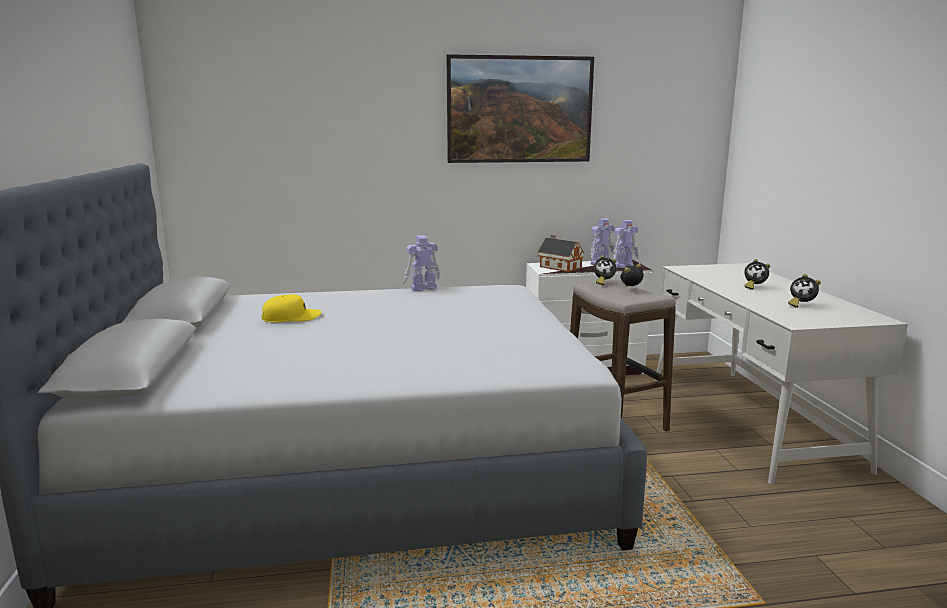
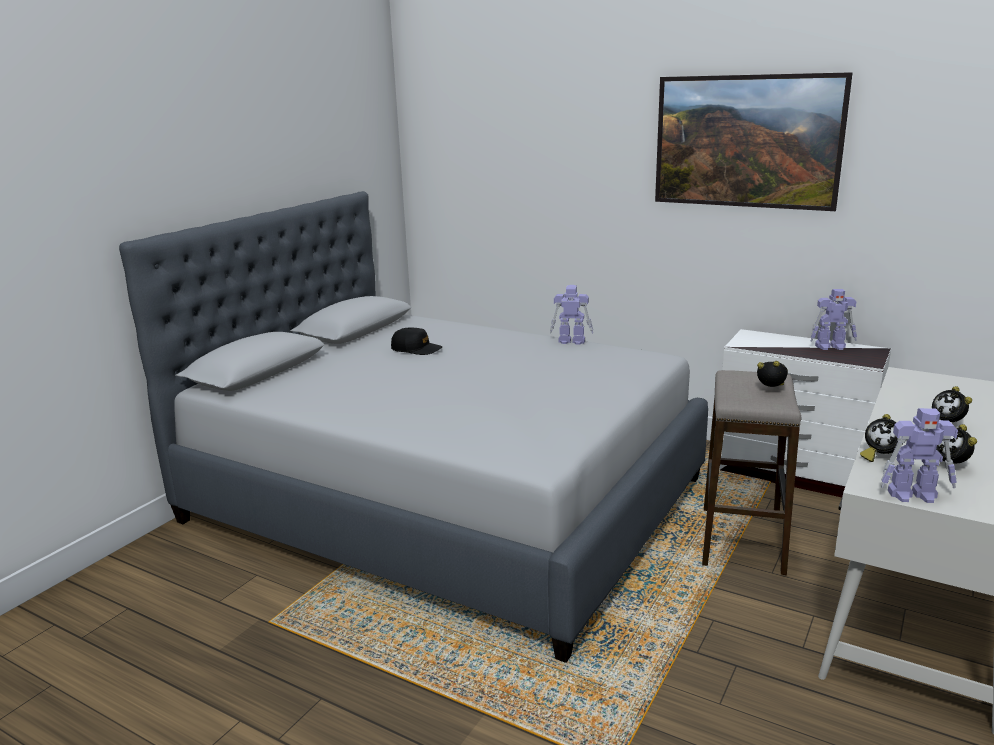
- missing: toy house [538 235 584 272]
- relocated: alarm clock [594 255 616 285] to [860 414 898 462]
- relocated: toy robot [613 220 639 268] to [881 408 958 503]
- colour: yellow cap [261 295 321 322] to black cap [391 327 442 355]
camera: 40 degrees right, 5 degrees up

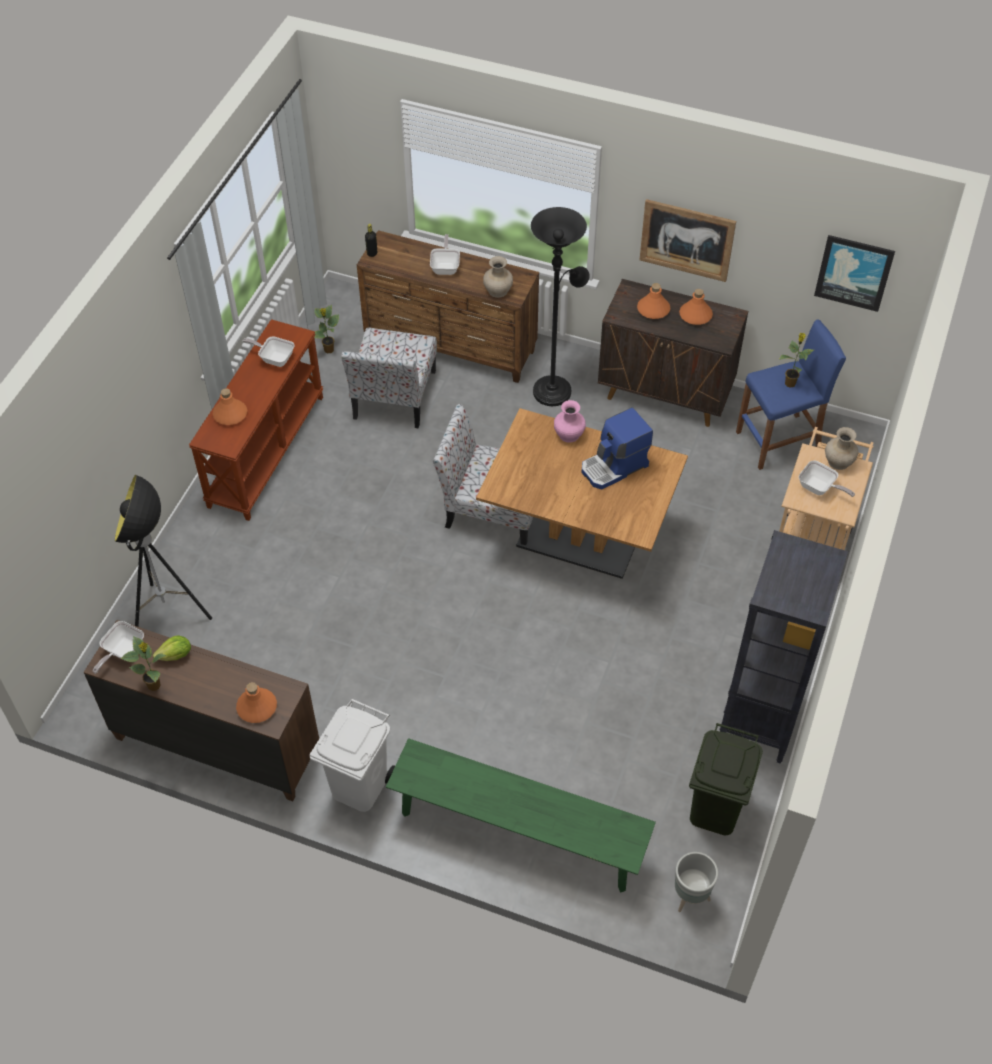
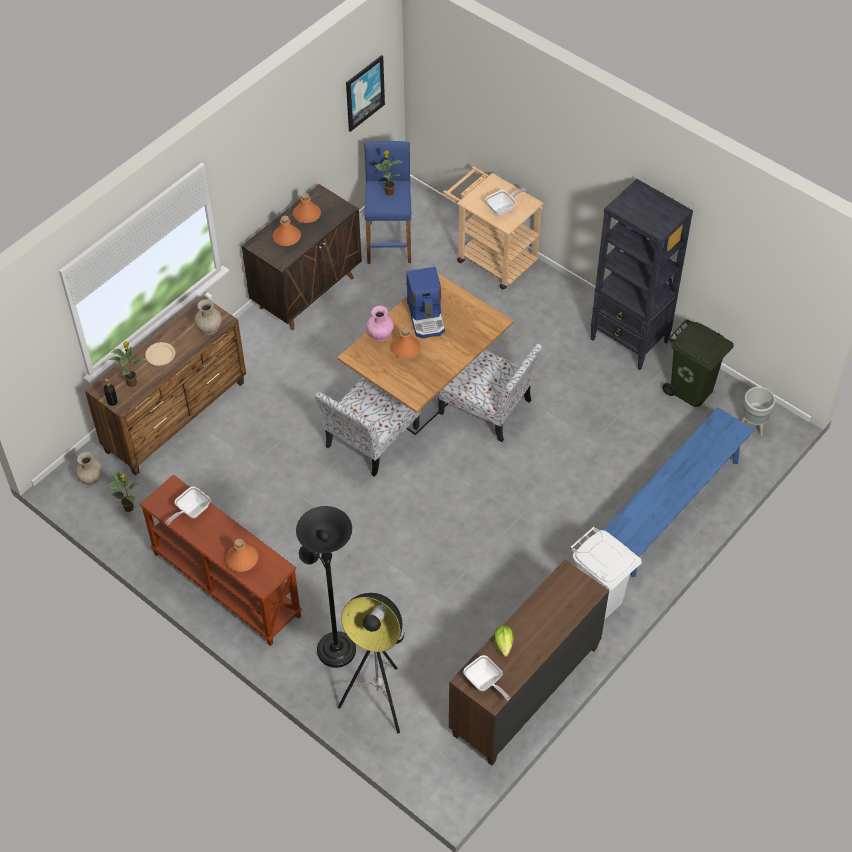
- missing: picture [640 199 736 282]
- relocated: potted plant [121 636 166 691] to [109 341 147 387]
- relocated: orange bottle [236 682 277 723] to [391 328 421 359]
- relocated: chair [341 328 437 428] to [437 343 542 442]
- relocated: black floor lamp [531 207 590 406] to [296 506 356 668]
- relocated: beige vase [825 427 859 470] to [75 452 103 485]
- exchanged: frying pan [430 234 460 275] to beige plate [145 342 175 366]
- colour: green bench [386 738 656 892] to blue bench [603 408 754 577]
camera: 70 degrees left, 0 degrees up

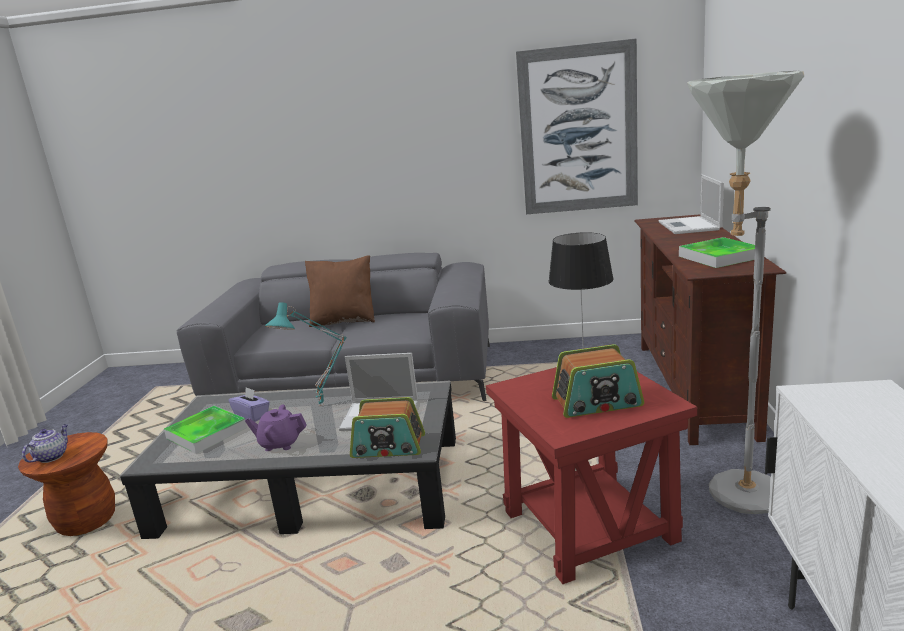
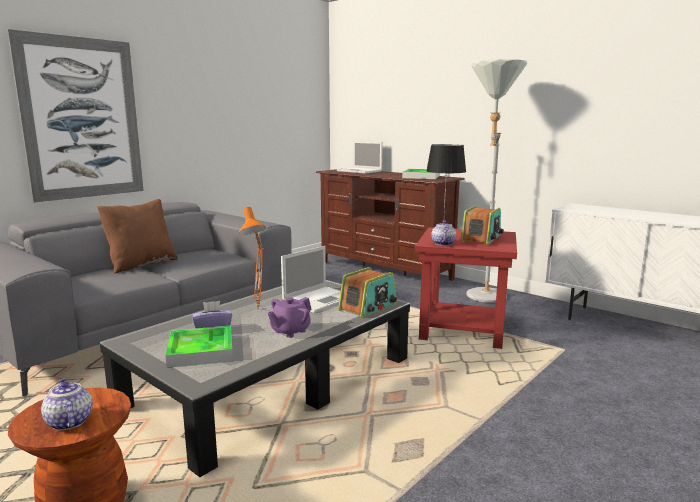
- appeared: teapot [431 221 456 246]
- relocated: picture [516 38 638 214] to [7 29 144 202]
- colour: turquoise table lamp [265 302 347 406] to orange table lamp [239 207 266 307]
camera: 55 degrees left, 5 degrees down

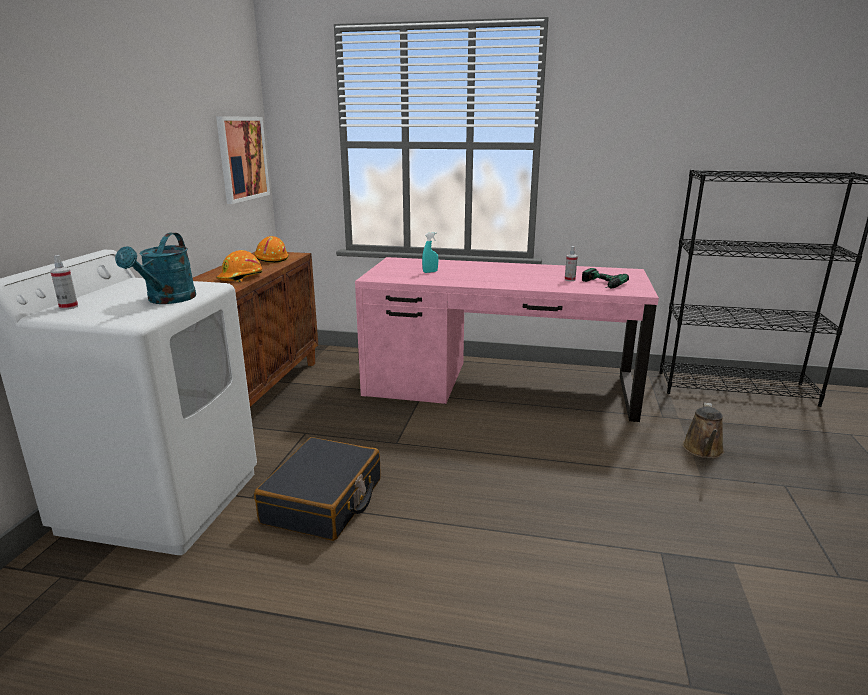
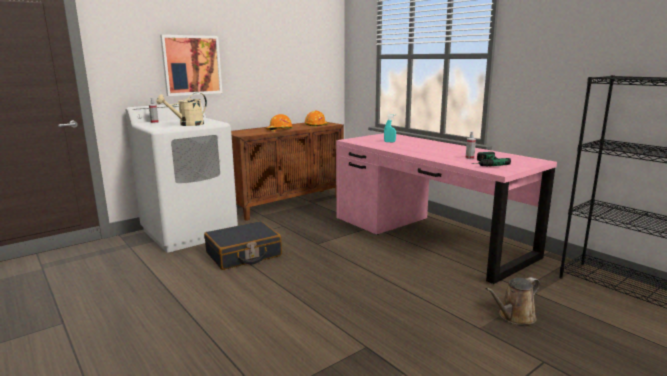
- relocated: picture [216 116 270 204] to [160 35 222 96]
- colour: turquoise watering can [115 233 196 304] to beige watering can [156 93 207 126]
camera: 40 degrees right, 5 degrees down

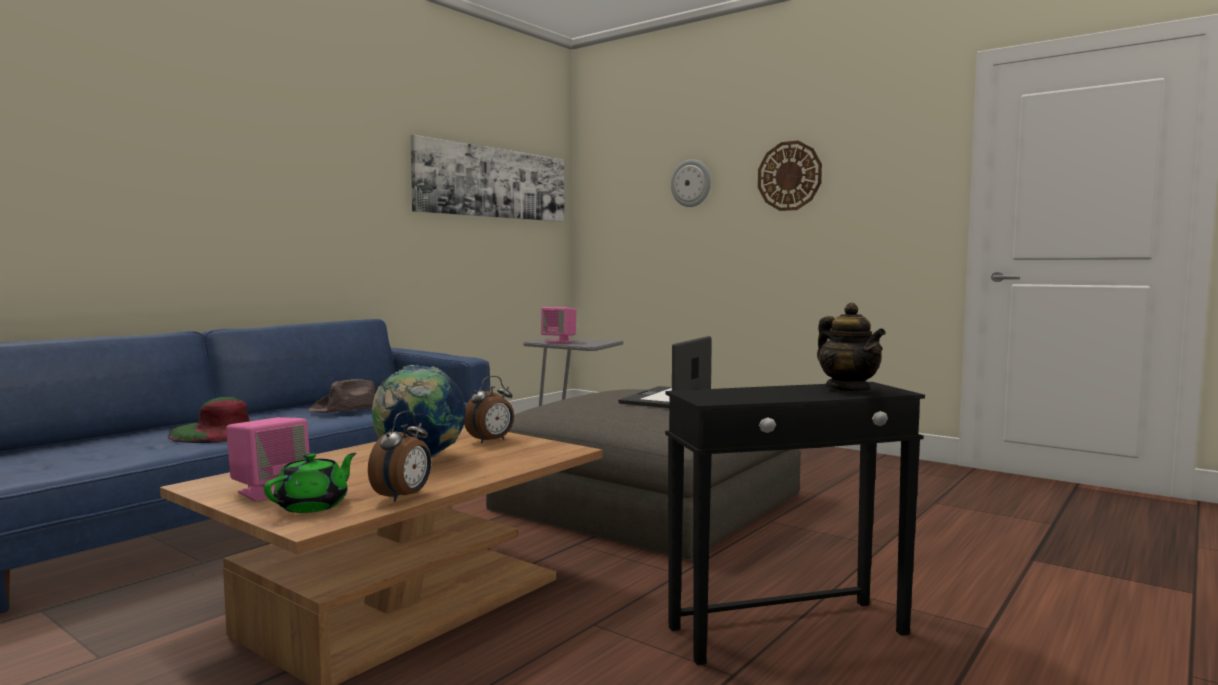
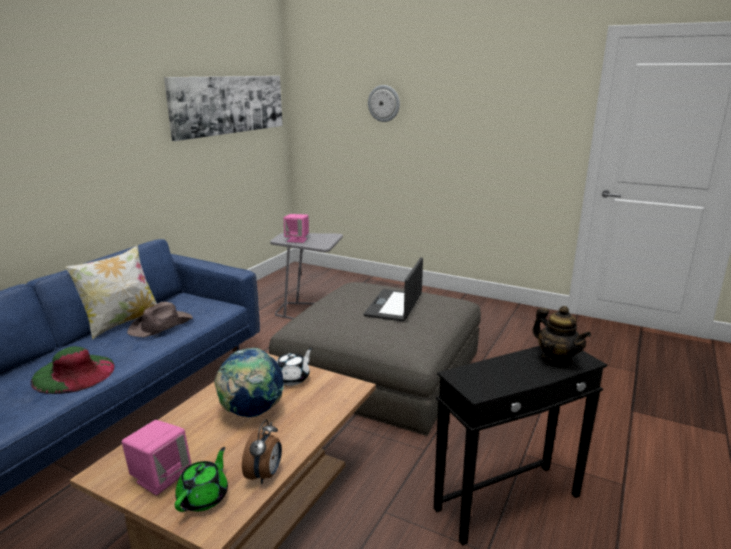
- missing: wall clock [758 141 822 211]
- appeared: pillow [65 245 157 340]
- exchanged: alarm clock [464 376 514 443] to white teapot [277 348 312 386]
camera: 10 degrees left, 15 degrees up

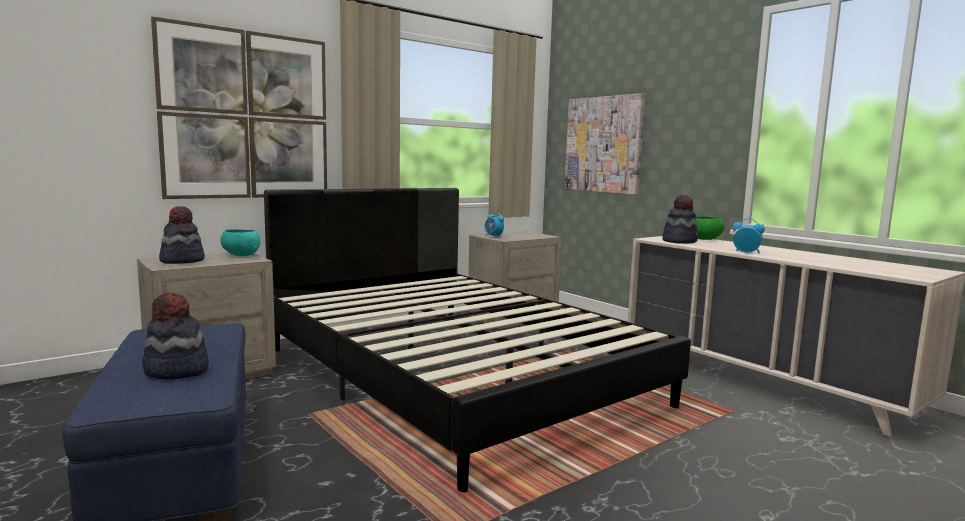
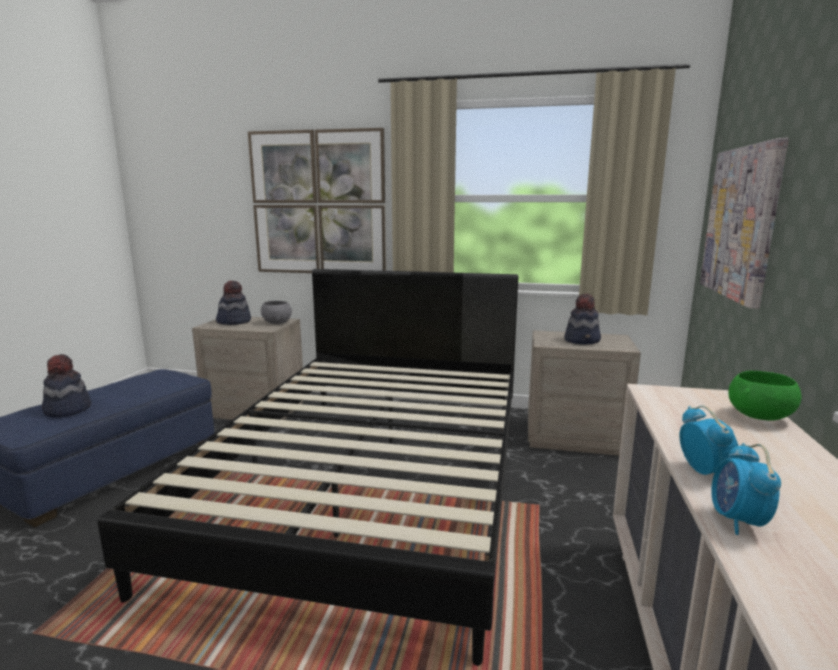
- relocated: alarm clock [484 211 504 238] to [711 443 781 535]
- relocated: hat [662 195 698 243] to [564 294 601 344]
- colour: turquoise bowl [220 229 260 256] to grey bowl [261 301 292 324]
camera: 50 degrees right, 5 degrees up

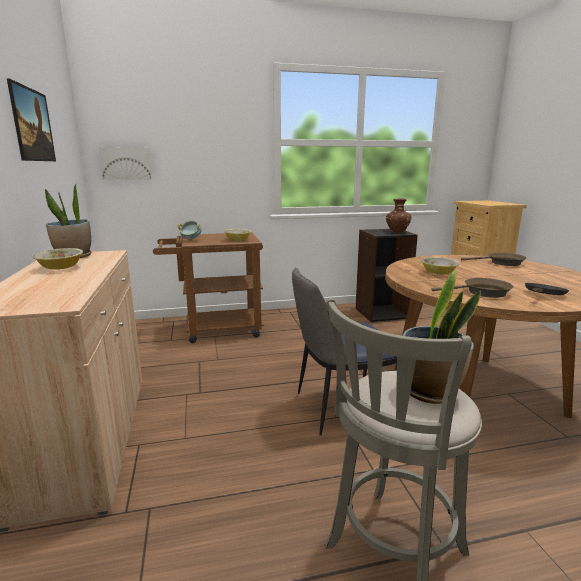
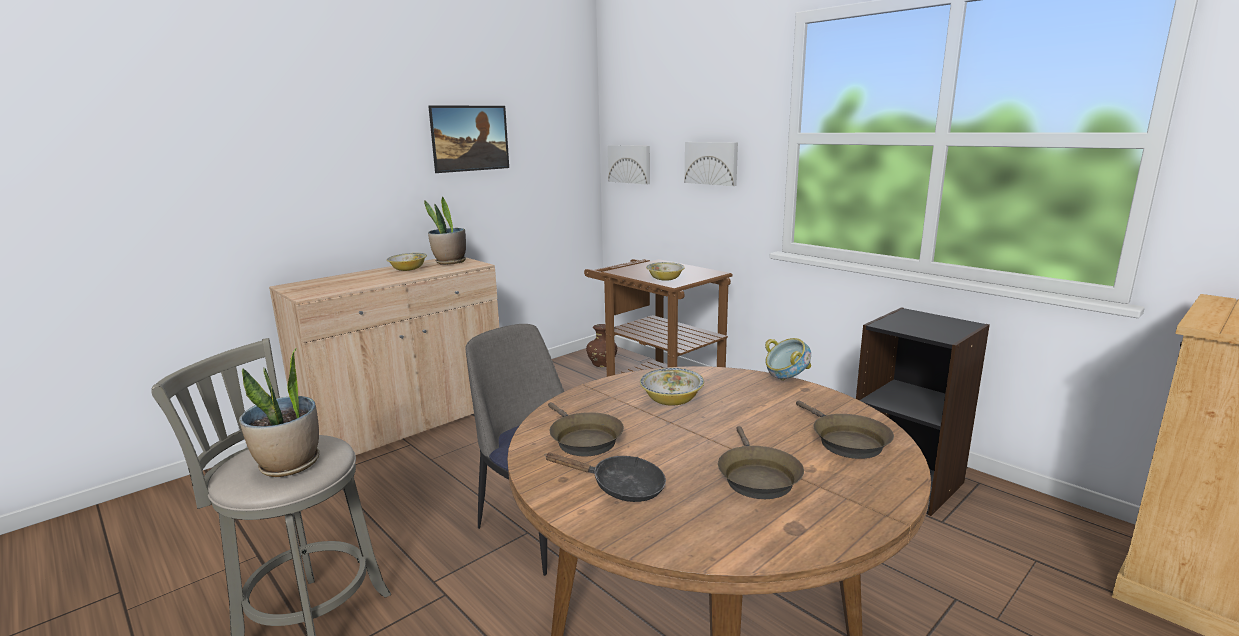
- appeared: picture [685 142 738 186]
- appeared: brown frying pan [718 426 804 499]
- relocated: bowl [178 221 202 241] to [765 338 811 381]
- relocated: brown vase [386 198 411 232] to [586 324 617 367]
camera: 60 degrees right, 0 degrees up

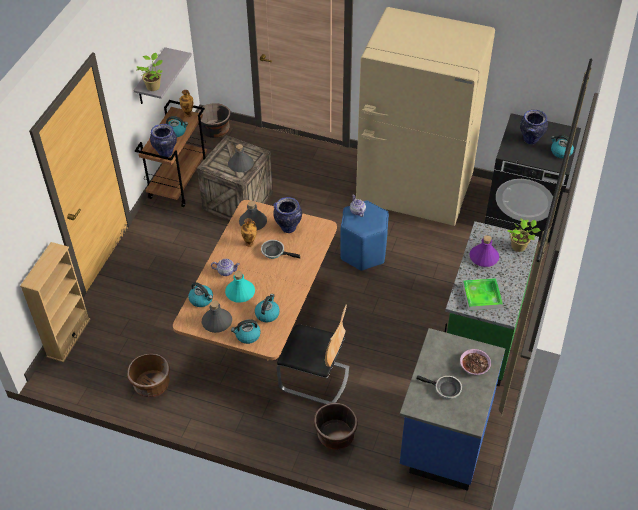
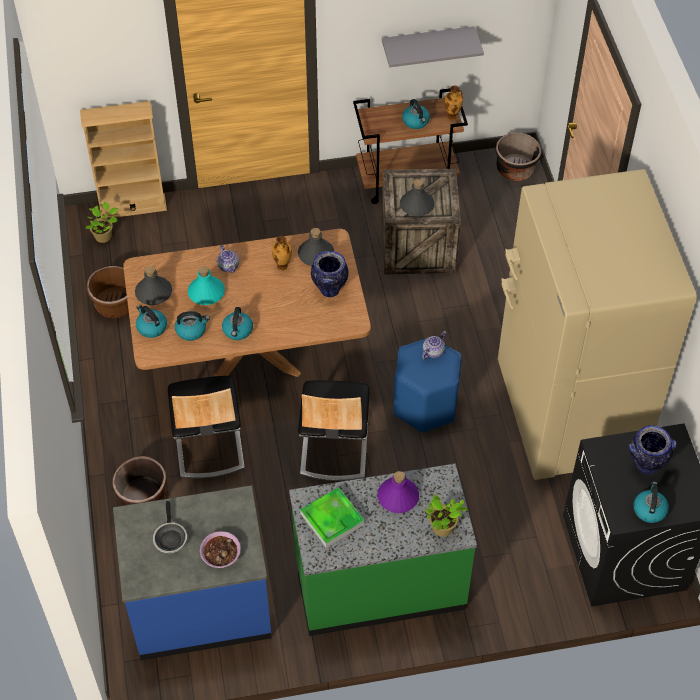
- missing: vase [150 124 177 157]
- missing: frying pan [261 240 300 259]
- appeared: chair [298 380 370 481]
- relocated: potted plant [137 52 162 91] to [86 202 118 243]
- relocated: kettle [188 282 213 307] to [222 307 253 340]
camera: 60 degrees right, 5 degrees up

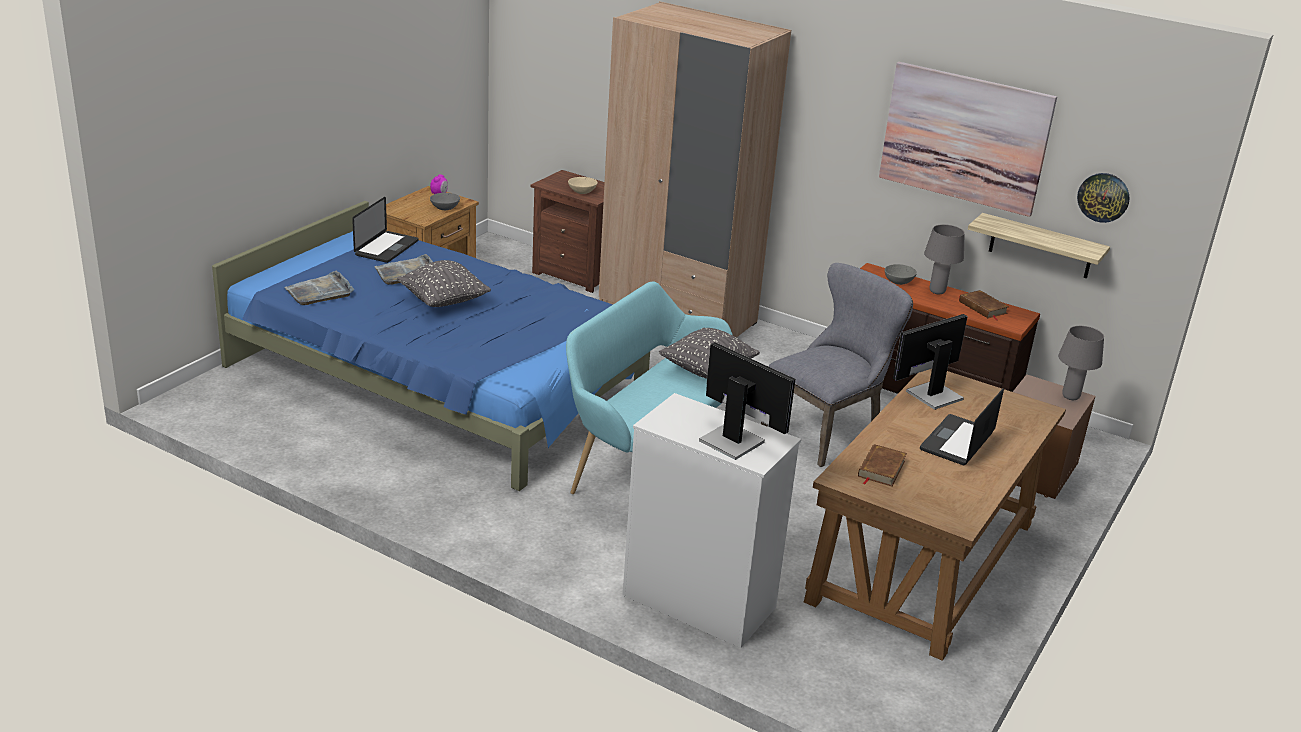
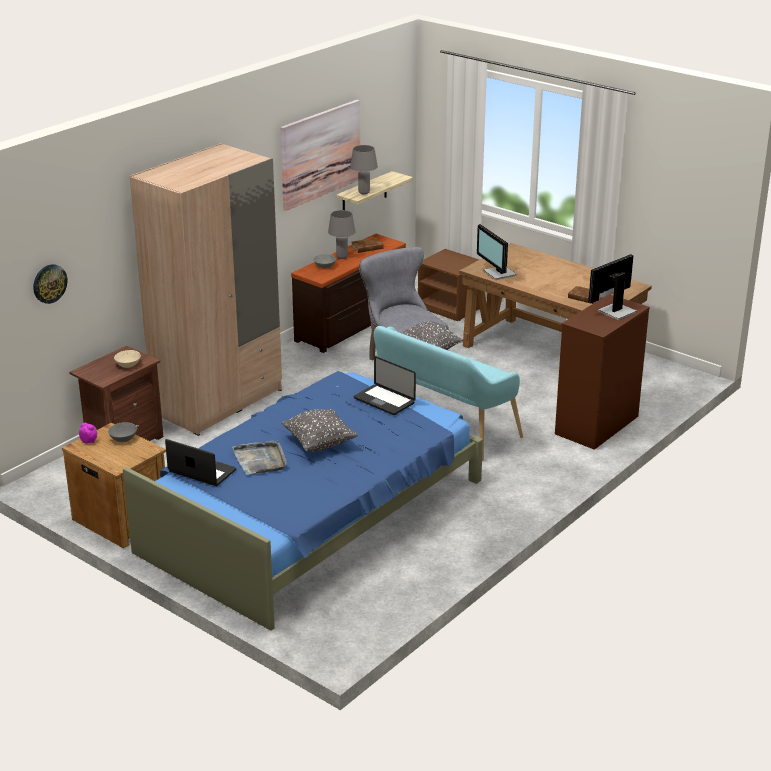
- missing: grey tray [284 271 354 305]
- relocated: laptop [920 388 1004 465] to [354 356 416 415]
- relocated: grey table lamp [1058 326 1104 400] to [350 145 378 194]
- relocated: wall clock [1077 173 1130 223] to [33 264 67 304]
- colour: white dresser [623 393 801 648] to brown dresser [555 295 650 450]
camera: 80 degrees left, 0 degrees up

